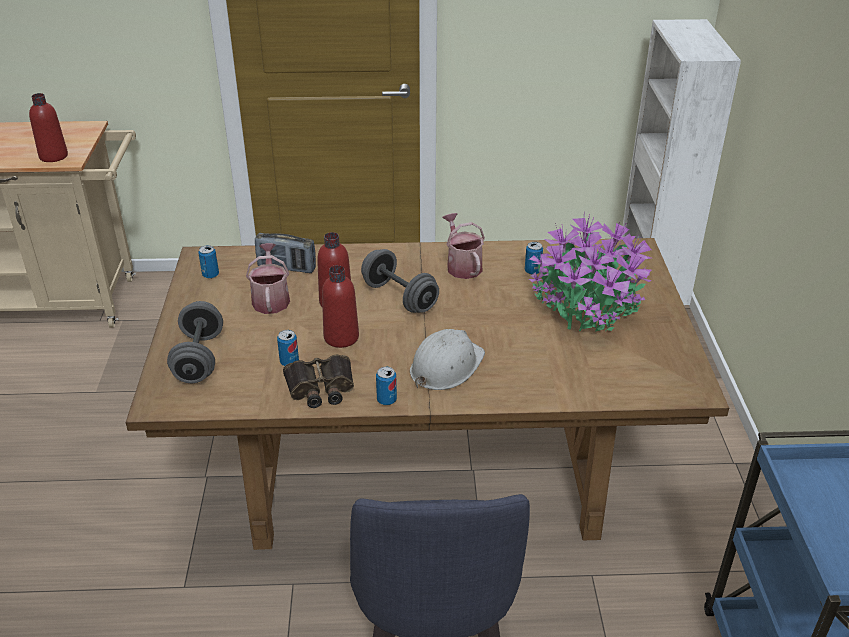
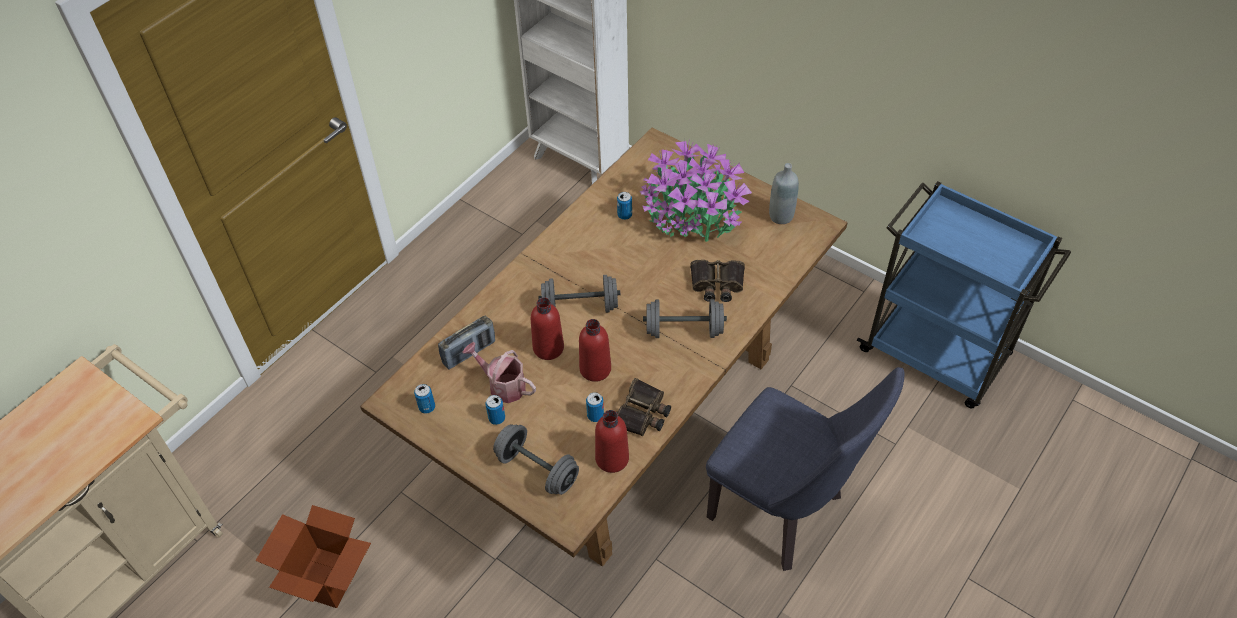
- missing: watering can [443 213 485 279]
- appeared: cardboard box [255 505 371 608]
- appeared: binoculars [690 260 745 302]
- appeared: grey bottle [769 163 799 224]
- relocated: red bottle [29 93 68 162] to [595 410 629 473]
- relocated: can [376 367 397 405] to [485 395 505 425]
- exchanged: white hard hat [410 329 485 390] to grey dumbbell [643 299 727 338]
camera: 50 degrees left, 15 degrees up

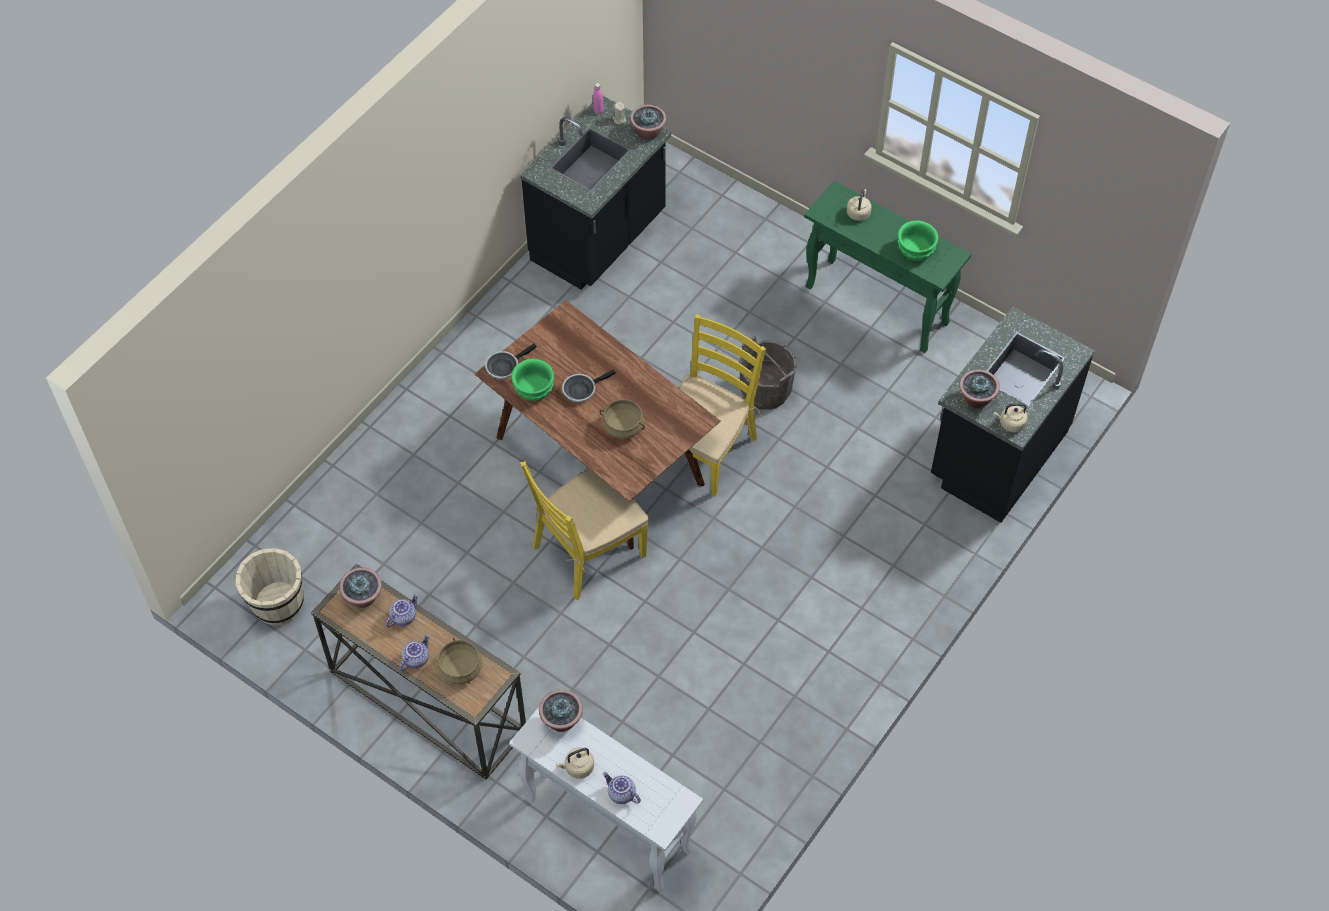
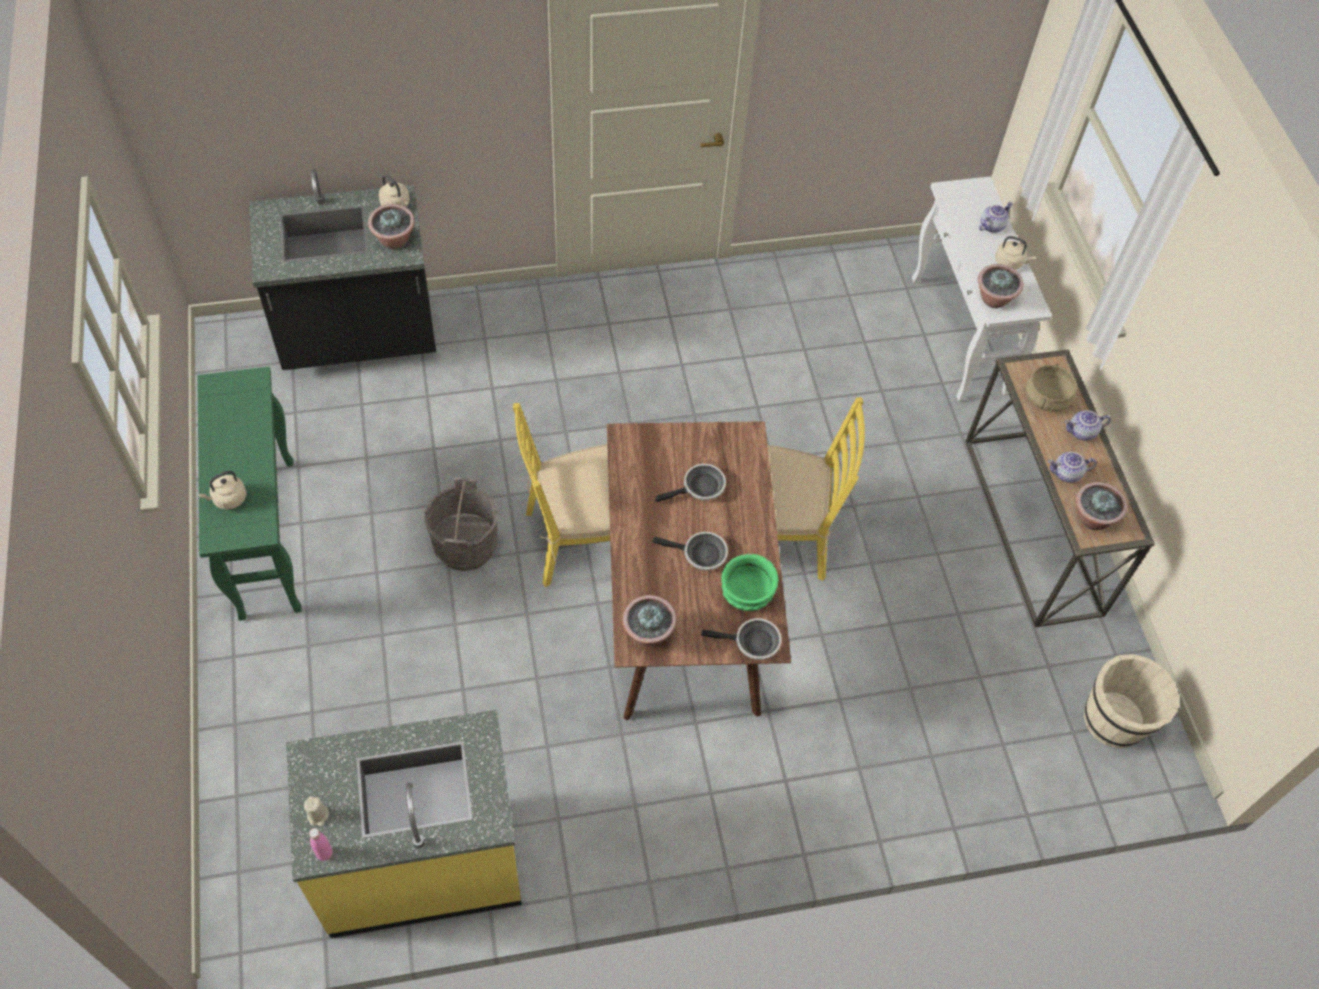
- missing: green bowl [897 221 938 261]
- relocated: potted plant [630 105 666 140] to [623 595 677 646]
- exchanged: beige cooking pot [600 399 645 439] to frying pan [655 464 726 502]
- colour: black counter [520 96 671 290] to yellow counter [286 710 522 938]
- spun: teapot [603 772 641 804] = [979 202 1013 233] 120 degrees counterclockwise
camera: 140 degrees left, 0 degrees up

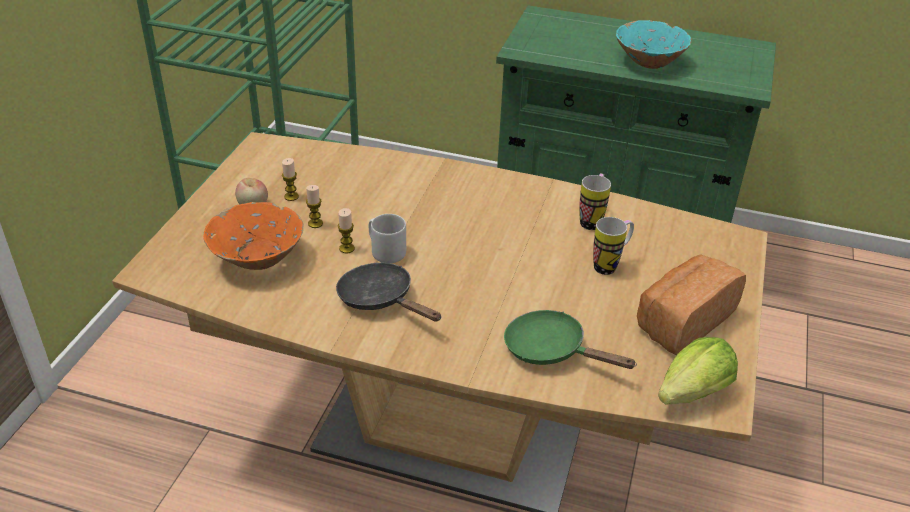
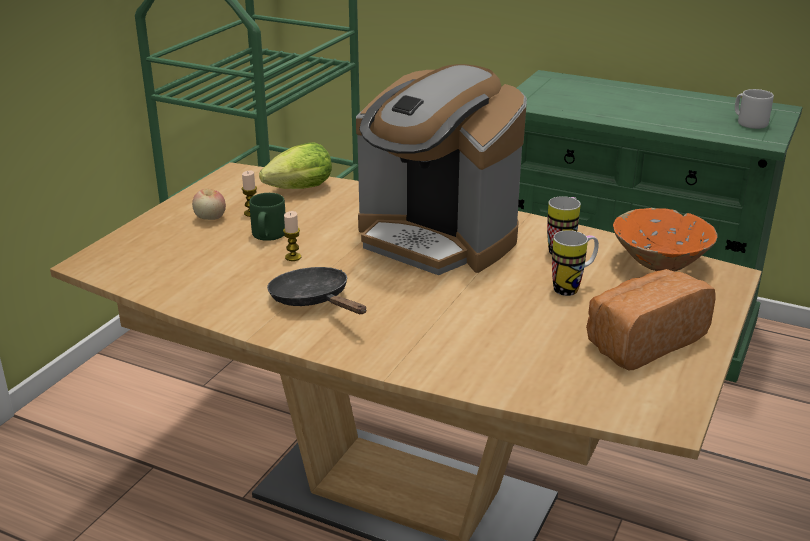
- missing: green frying pan [504 310 637 369]
- missing: turquoise bowl [616 20 691 69]
- appeared: coffee machine [356 64 527 275]
- relocated: orange bowl [203 202 304 270] to [613 208 717 272]
- relocated: grey mug [369 214 406 263] to [735 89 774 129]
- relocated: lettuce [658 337 738 404] to [259 142 332 189]
- exchanged: candle [306 185 323 228] to green mug [249 193 285 241]
camera: 10 degrees right, 10 degrees down

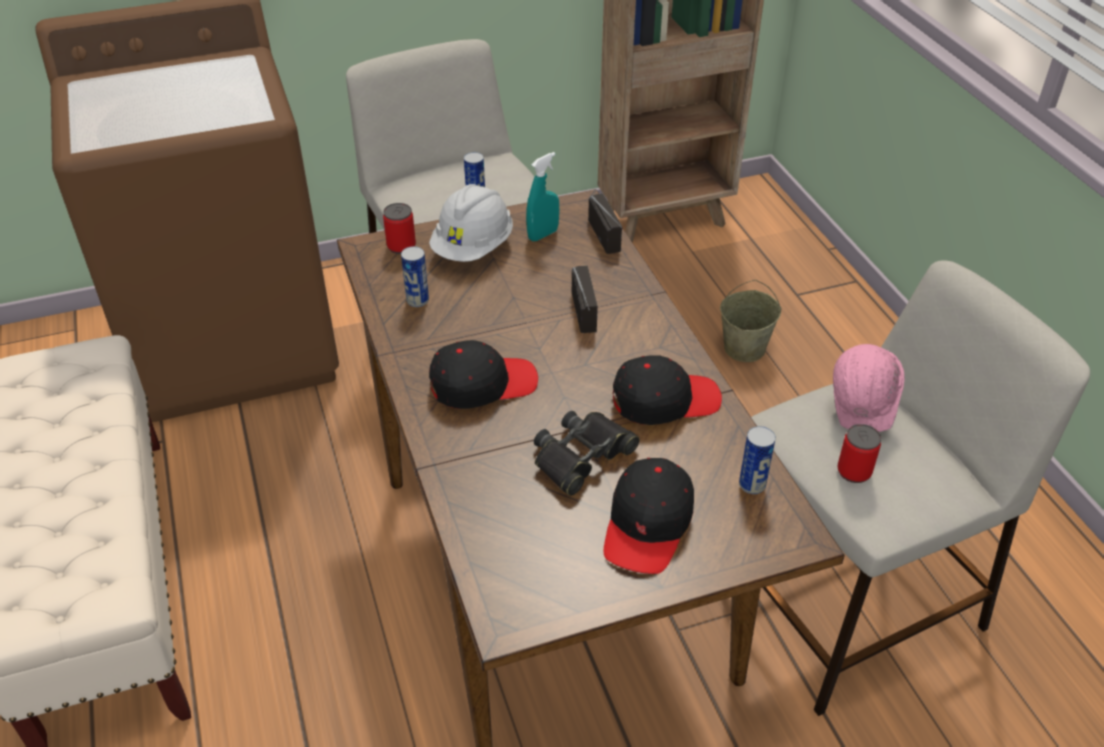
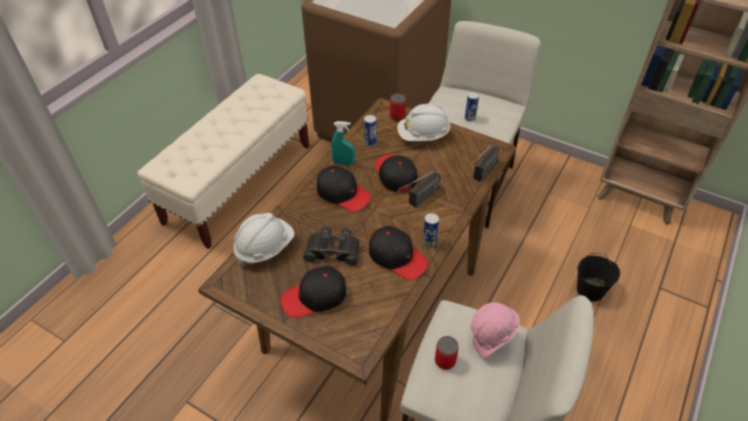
- appeared: white hard hat [233 213 294 267]
- appeared: black cap [375 154 417 192]
- relocated: turquoise spray bottle [526 152 559 241] to [331 121 355 165]
- relocated: can [739 426 776 494] to [423 213 439 247]
- colour: beige bucket [720 280 781 362] to black bucket [577 253 620 302]
camera: 50 degrees right, 5 degrees up

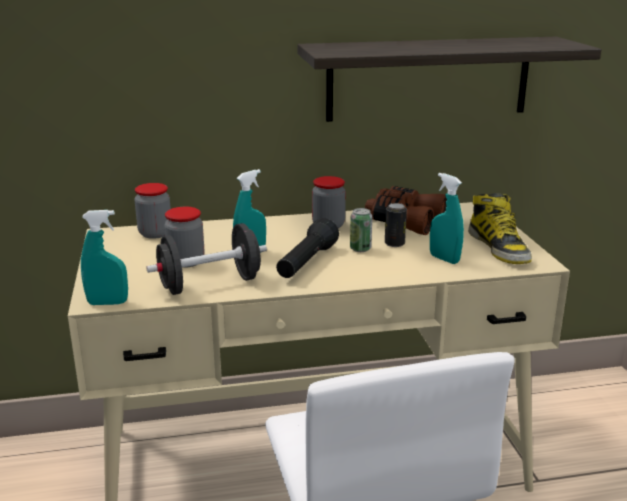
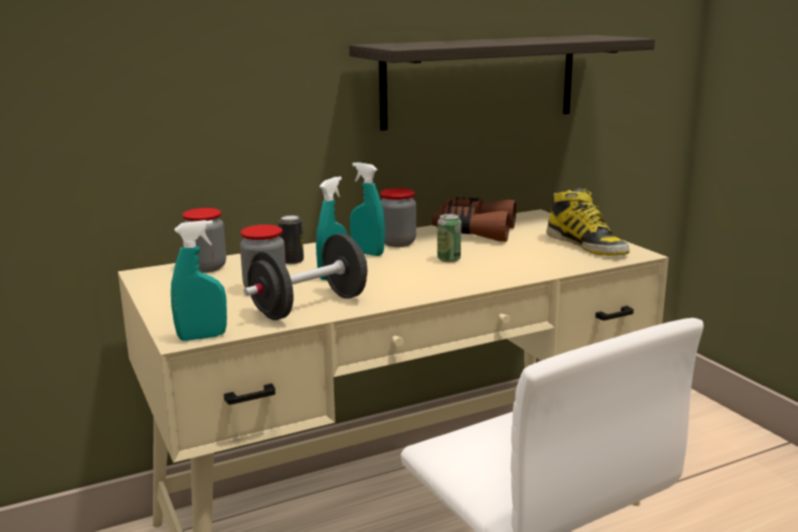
- missing: black flashlight [276 218 339 278]
- relocated: can [385 203 407 247] to [279 215 304 264]
- relocated: turquoise spray bottle [430 173 464 264] to [350 162 385 256]
camera: 15 degrees left, 5 degrees down

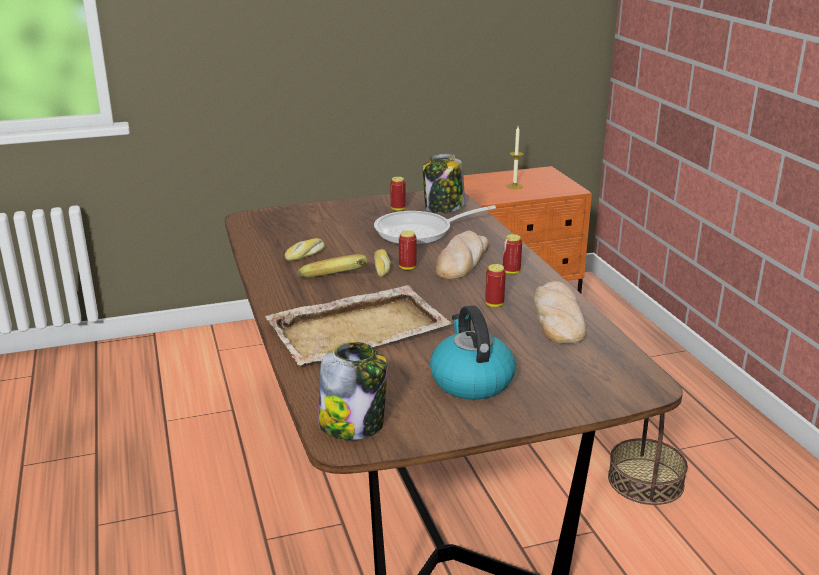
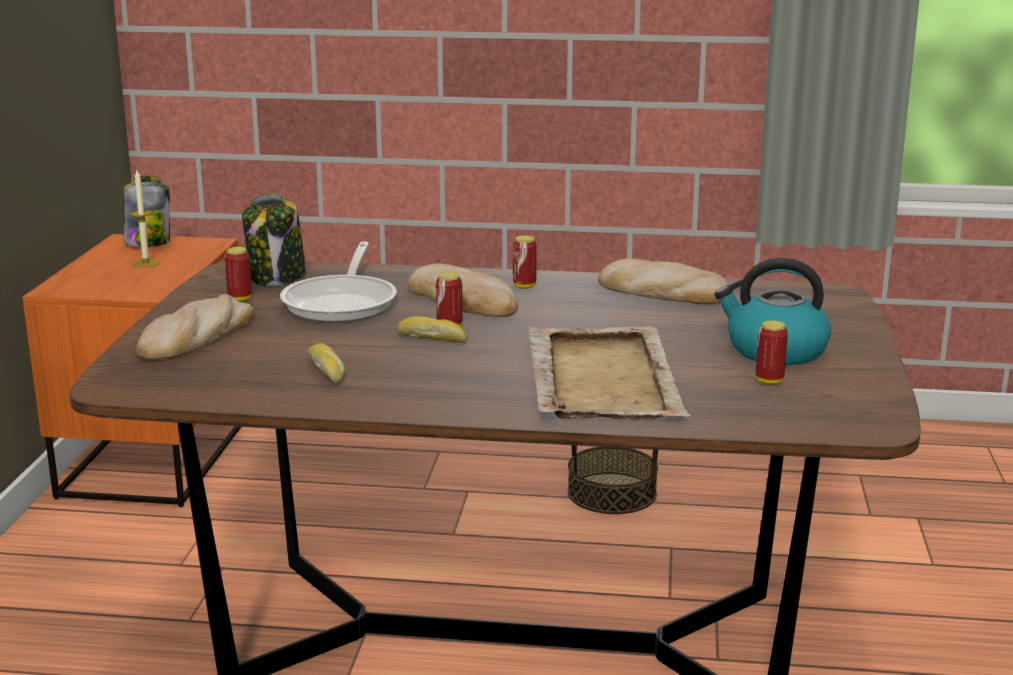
- missing: banana [297 254 368 277]
- appeared: bread [136 294 254 360]
- relocated: jar [318 342 387 440] to [123 176 170 247]
- relocated: can [485 264 506 307] to [756 320 788 385]
camera: 65 degrees left, 5 degrees down

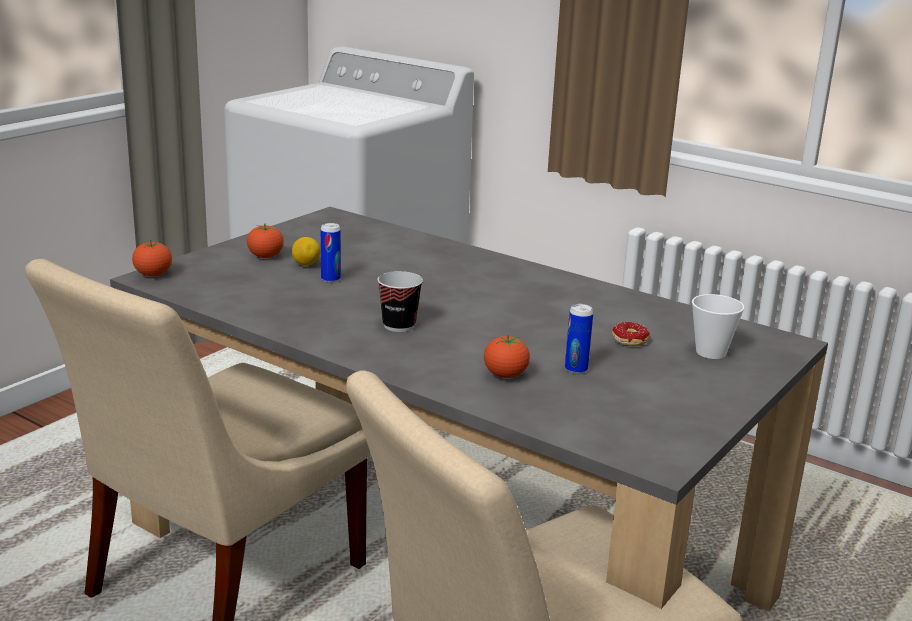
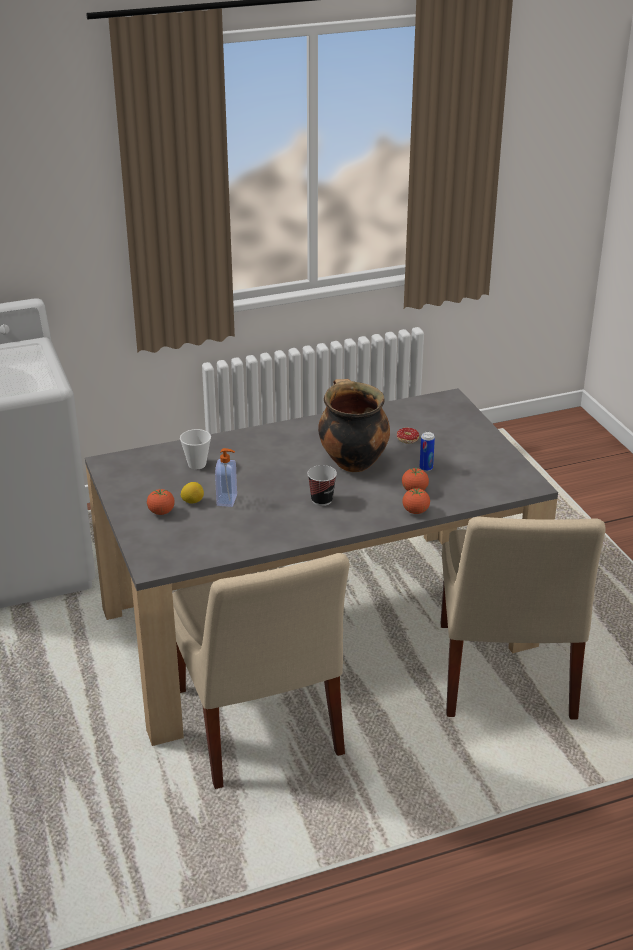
- appeared: cooking pot [318 379 390 472]
- relocated: tomato [132 240 172 276] to [402 488 430 514]
- relocated: cup [692 294 744 359] to [180 429 211 469]
- exchanged: can [321 223 341 283] to soap dispenser [215 448 237 507]
camera: 55 degrees left, 10 degrees up

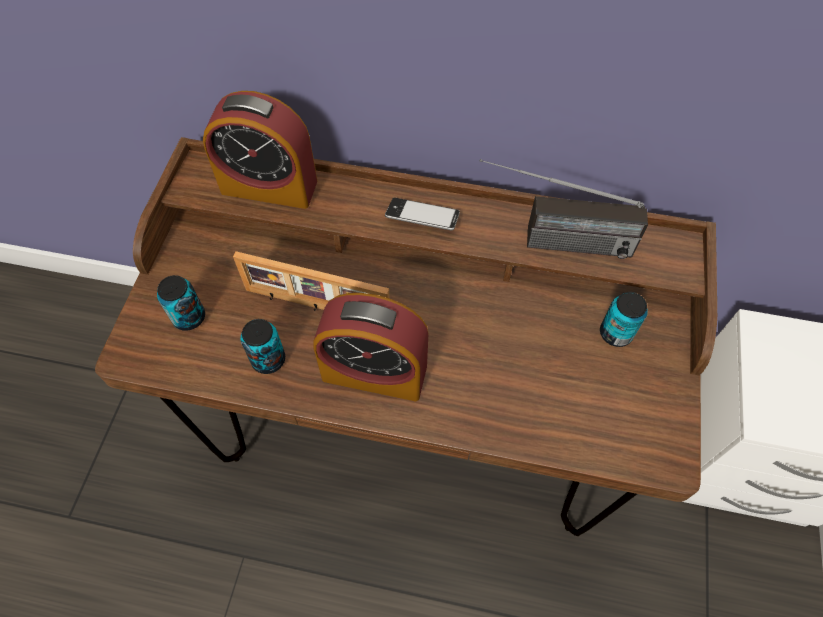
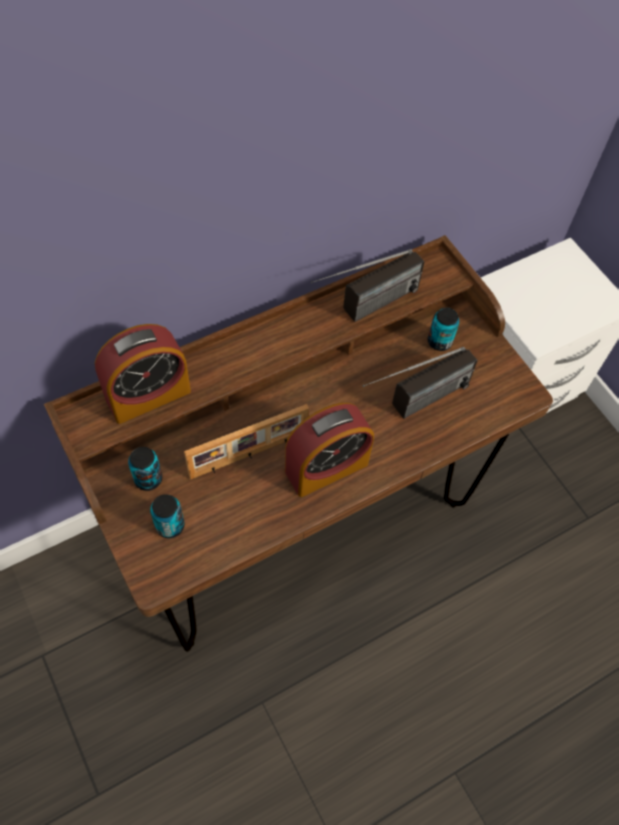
- missing: phone [385 198 460 230]
- appeared: radio [362 347 478 419]
- relocated: can [241 319 285 374] to [128 447 162 491]
camera: 45 degrees left, 0 degrees up

